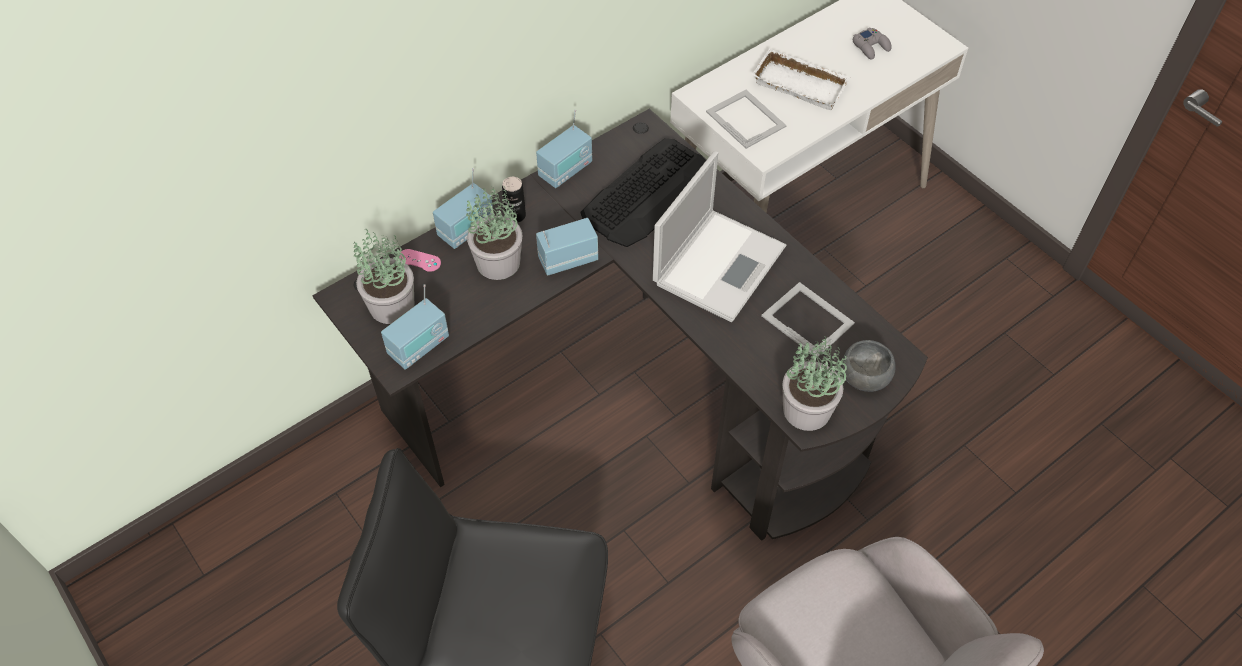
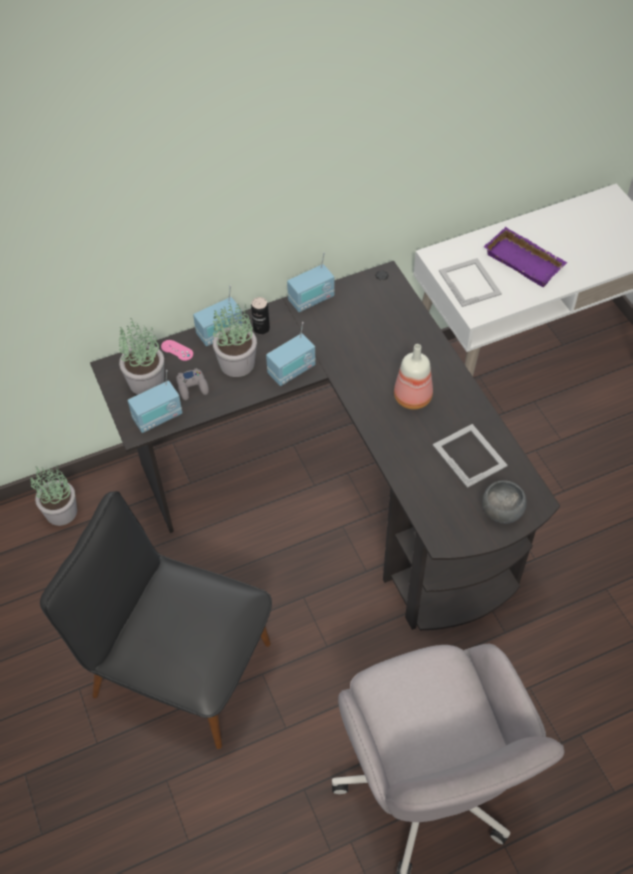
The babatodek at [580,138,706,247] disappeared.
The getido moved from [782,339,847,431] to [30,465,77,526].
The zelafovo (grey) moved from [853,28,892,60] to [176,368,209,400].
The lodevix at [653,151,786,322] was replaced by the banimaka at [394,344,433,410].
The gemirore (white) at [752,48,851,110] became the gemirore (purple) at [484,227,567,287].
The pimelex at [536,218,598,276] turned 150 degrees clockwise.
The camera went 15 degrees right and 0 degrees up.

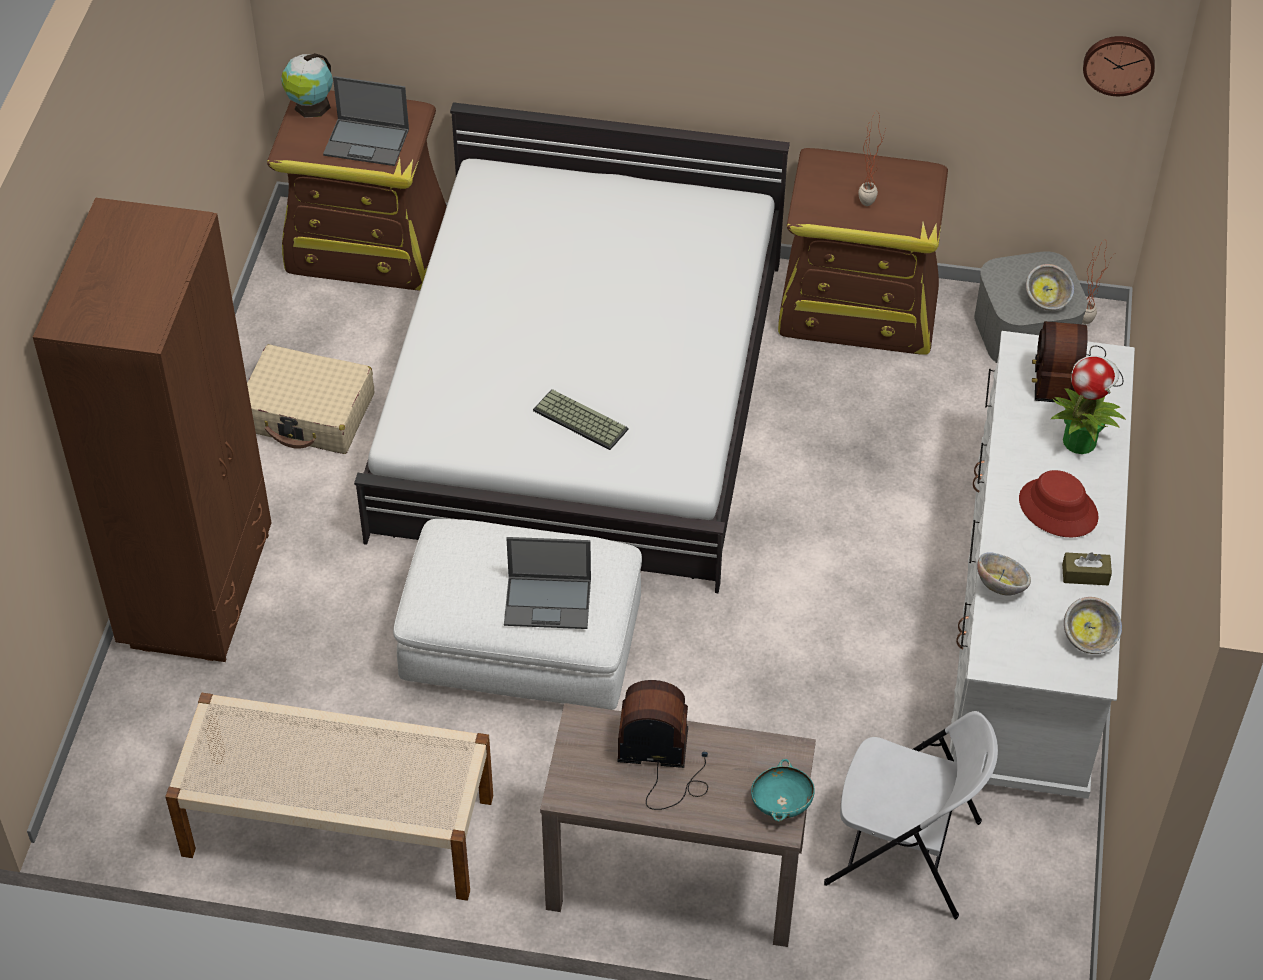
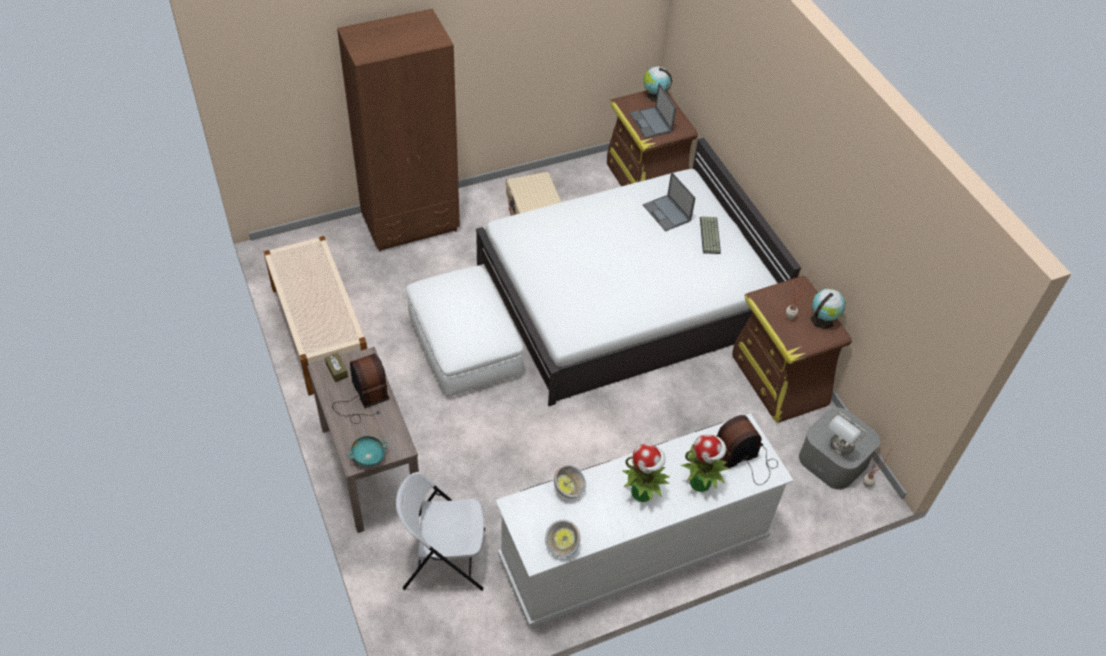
The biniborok at [1083,36,1155,96] disappeared.
The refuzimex at [810,289,845,329] appeared.
The lodevix moved from [504,537,591,629] to [643,172,695,231].
The babatodek moved from [533,389,628,450] to [700,216,721,254].
The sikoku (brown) moved from [1062,552,1112,585] to [325,353,348,382].
The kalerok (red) at [1019,470,1099,538] was replaced by the getido at [622,444,670,502].
The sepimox at [1026,264,1074,311] was replaced by the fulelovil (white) at [828,412,867,454].
The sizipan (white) at [824,711,998,919] turned 105 degrees clockwise.
The camera went 55 degrees right and 0 degrees up.

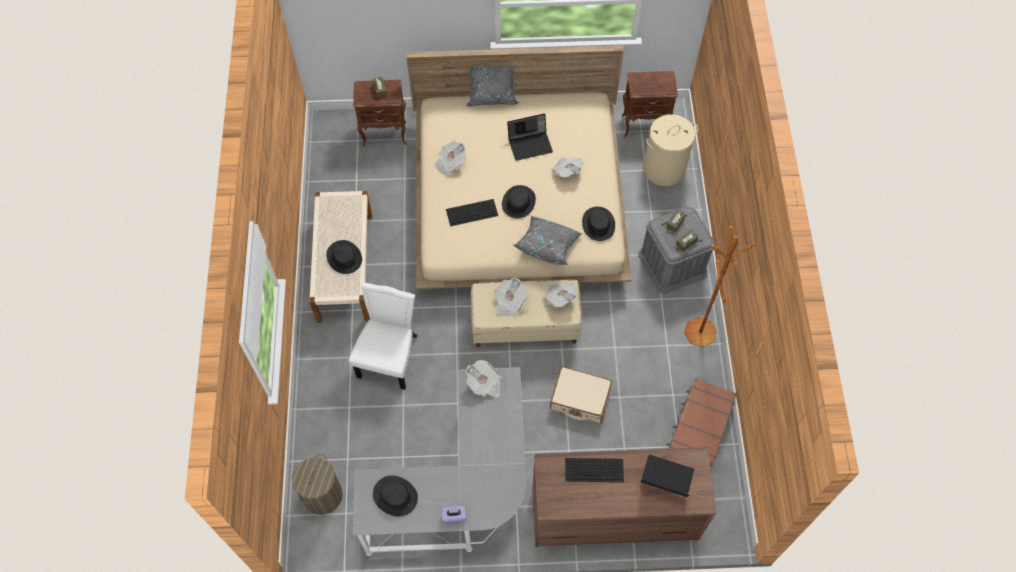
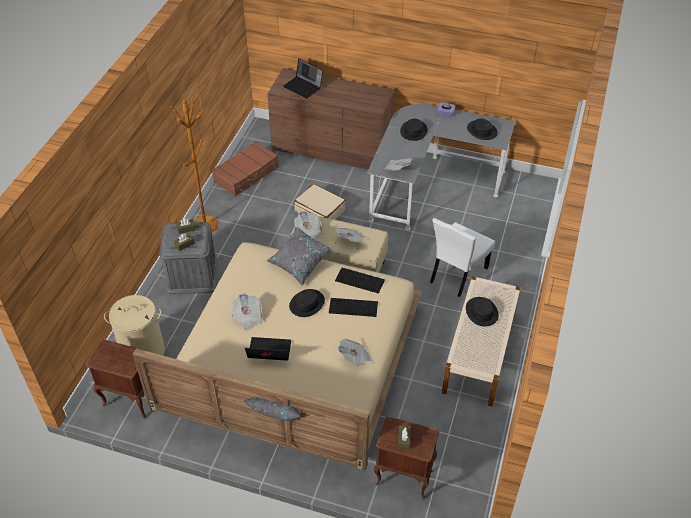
The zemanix at [292,454,343,515] disappeared.
The babatodek moved from [565,458,624,482] to [335,268,385,294].
The kalerok (black) moved from [582,207,615,241] to [400,119,428,141].
The camera went 160 degrees left and 15 degrees down.

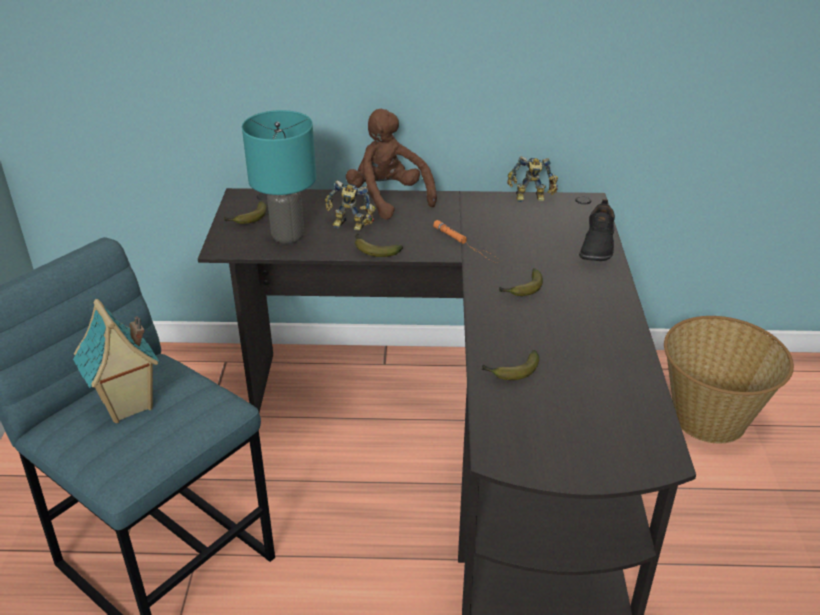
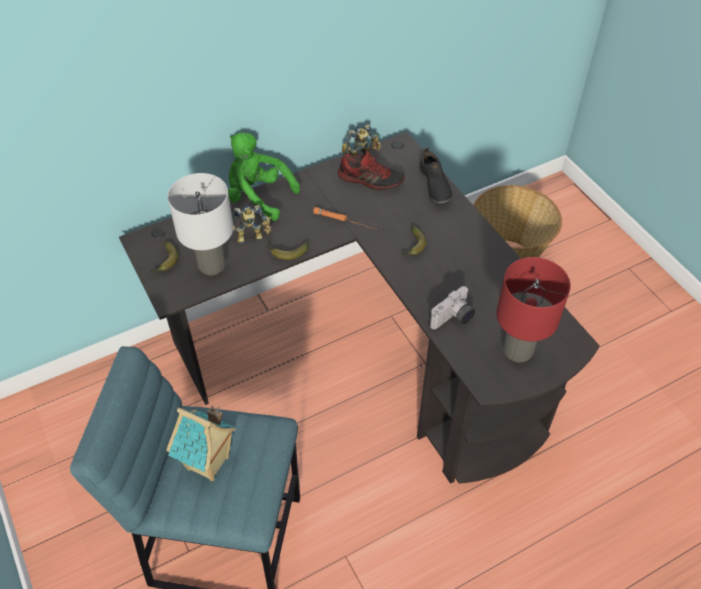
The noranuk at [338,151,405,190] appeared.
The fulelovil (red) at [496,257,571,363] appeared.
The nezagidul at [481,350,539,380] was replaced by the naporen at [428,286,475,329].
The fulelovil (turquoise) at [242,110,316,244] became the fulelovil (white) at [168,173,234,276].
The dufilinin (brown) at [346,109,437,220] became the dufilinin (green) at [228,132,300,221].
The camera went 30 degrees left and 15 degrees up.

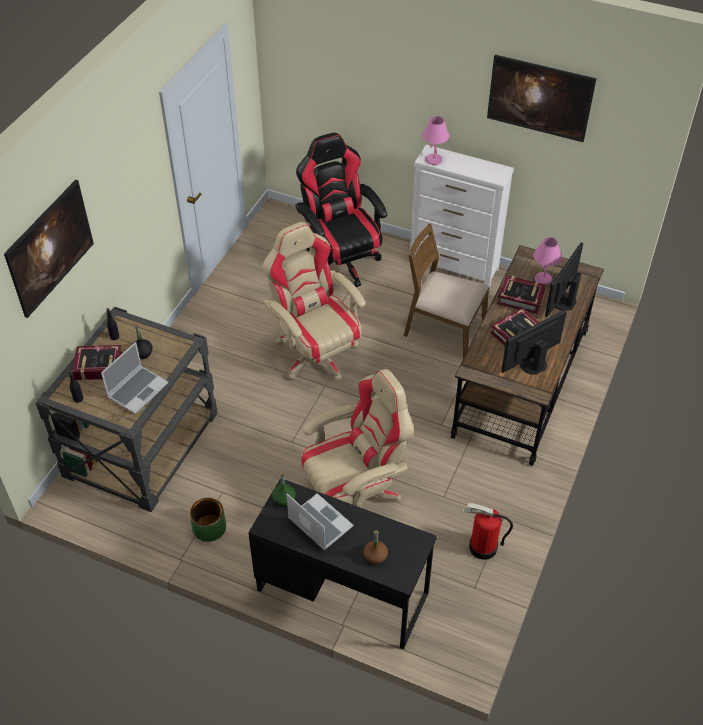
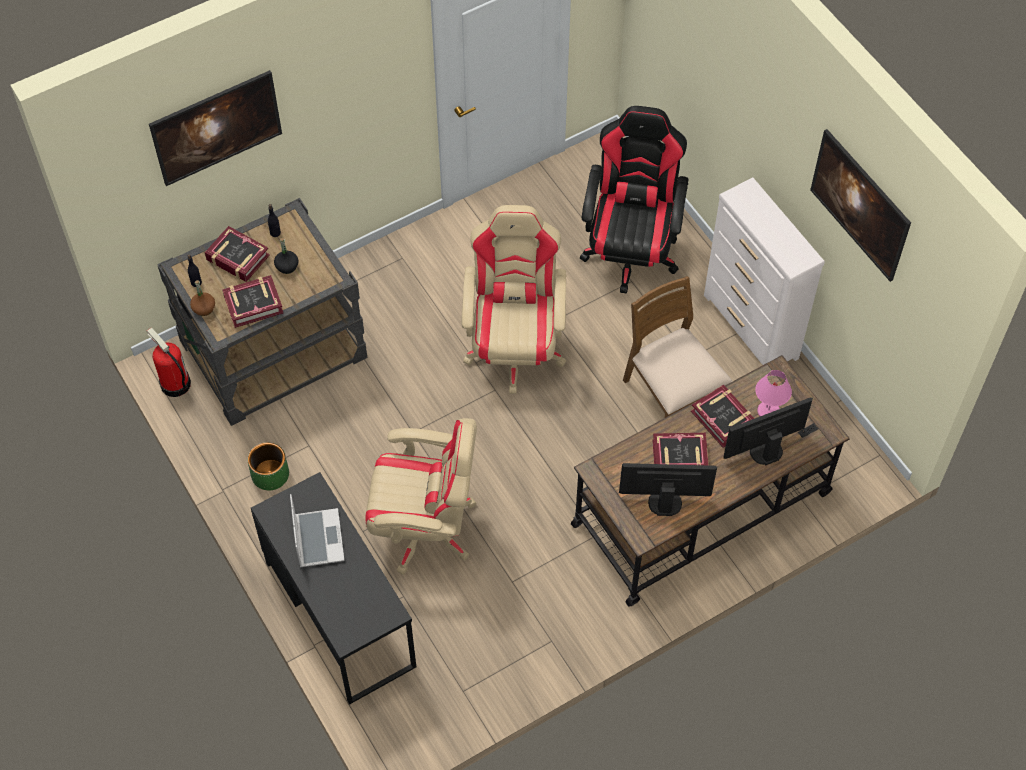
The banimaka (green) at [272,472,296,507] disappeared.
The fulelovil (pink) at [422,116,449,165] disappeared.
The banimaka (brown) moved from [363,530,388,565] to [190,280,215,316].
The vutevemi moved from [463,503,513,560] to [147,328,191,397].
The lodevix at [101,342,168,414] was replaced by the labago at [222,275,283,328].
The camera went 35 degrees right and 10 degrees up.

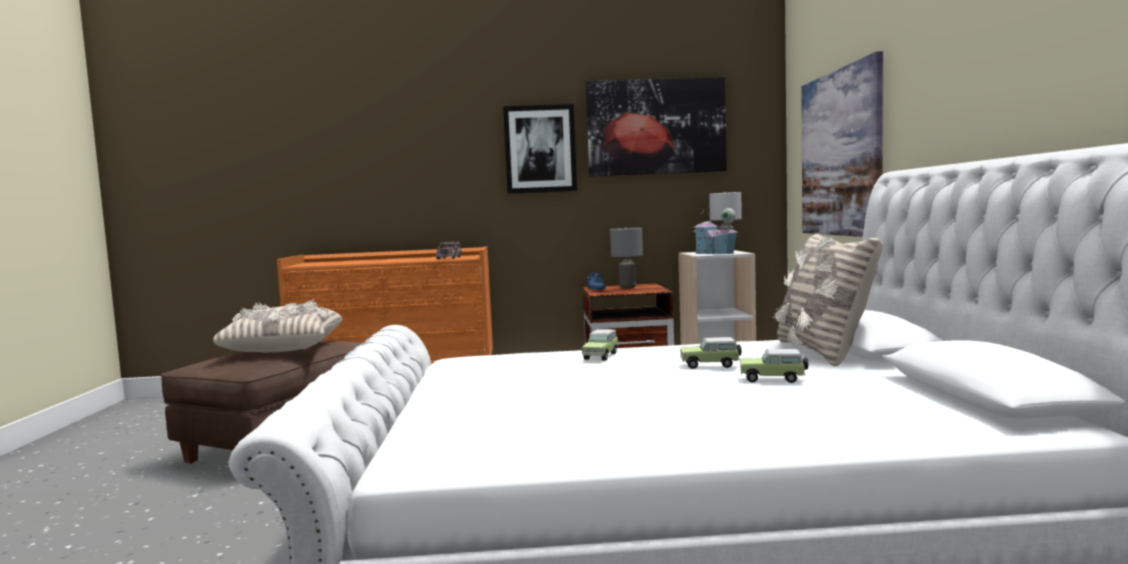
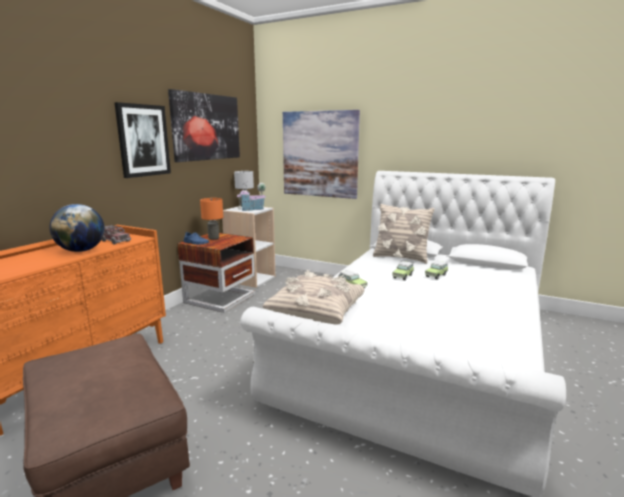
The refuzimex at [50,204,105,252] appeared.
The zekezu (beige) moved from [213,299,342,352] to [263,269,365,325].
The fulelovil (grey) at [610,227,643,289] became the fulelovil (orange) at [200,198,223,240].
The camera went 60 degrees left and 10 degrees up.

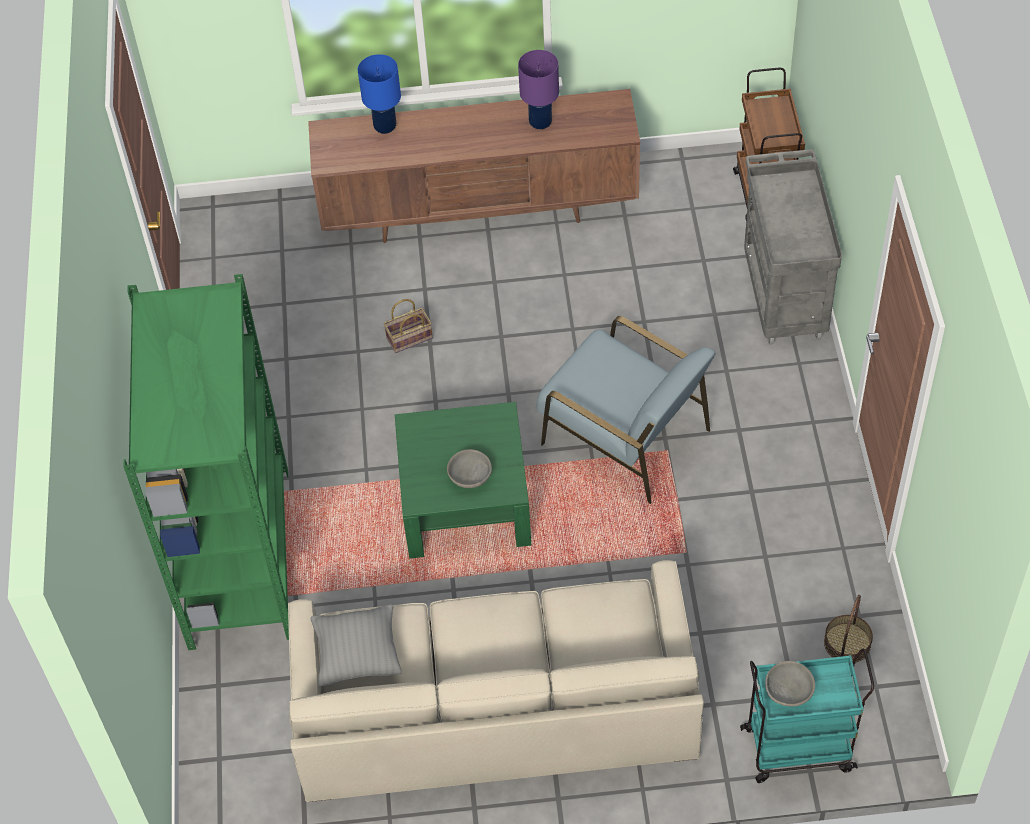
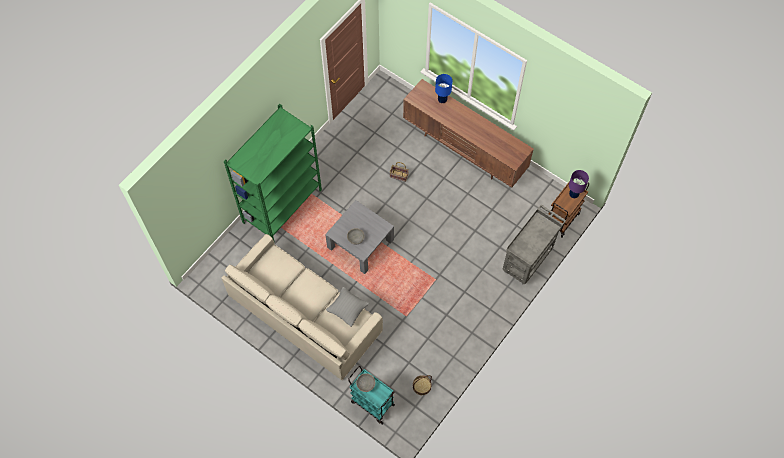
The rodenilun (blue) at [537,316,716,504] disappeared.
The zekezu (grey) moved from [311,604,402,687] to [326,287,369,327].
The fulelovil (purple) moved from [518,50,559,129] to [569,170,589,198].
The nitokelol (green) at [395,402,531,558] became the nitokelol (grey) at [325,200,394,274].
The camera went 40 degrees right and 10 degrees up.

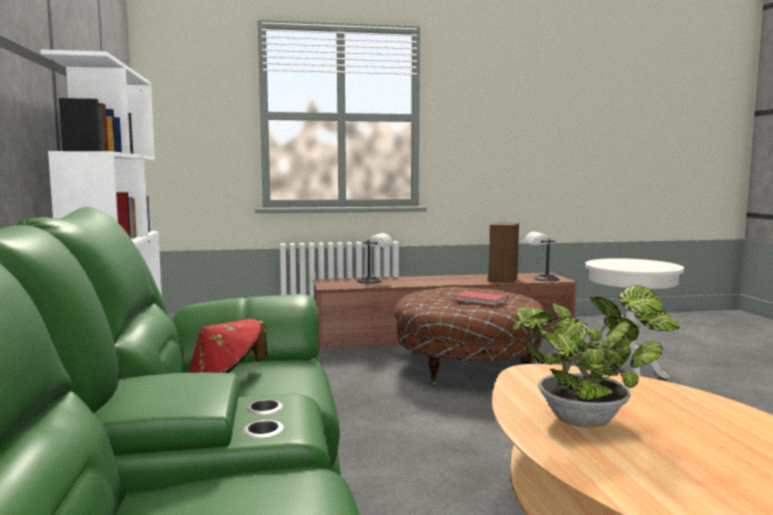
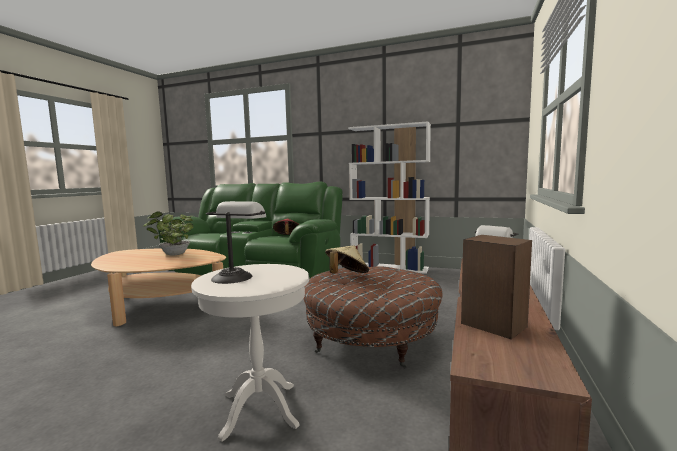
The fulelovil moved from [524,232,560,281] to [206,201,266,284].
The labago (red) at [454,291,508,306] was replaced by the kalerok (beige) at [325,245,369,274].
The camera went 120 degrees right and 0 degrees up.

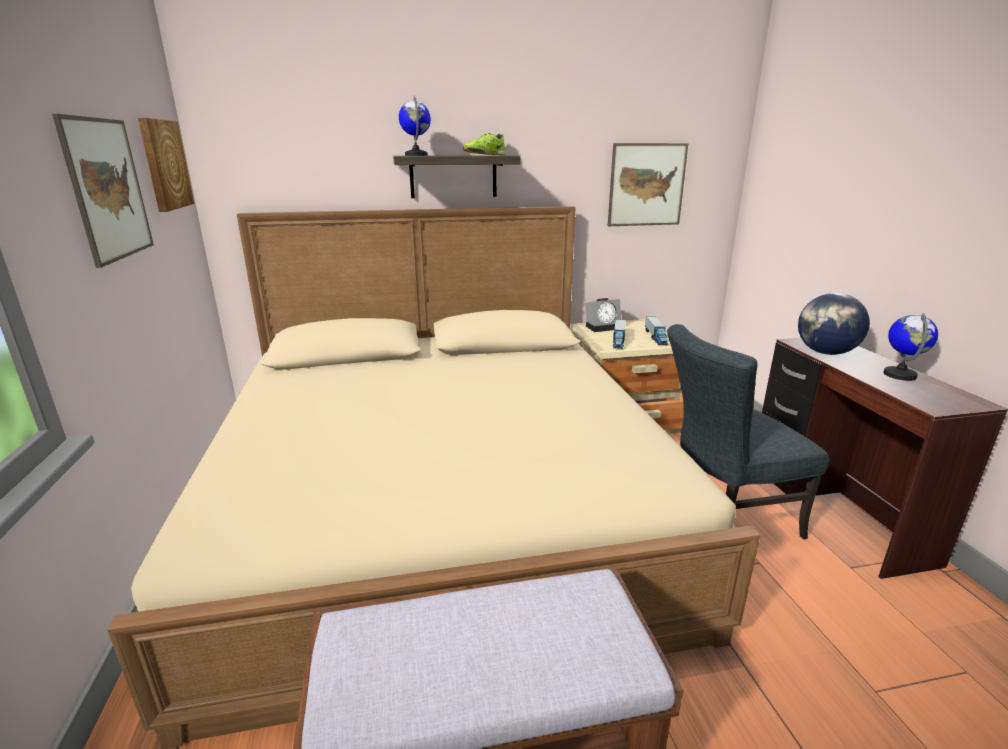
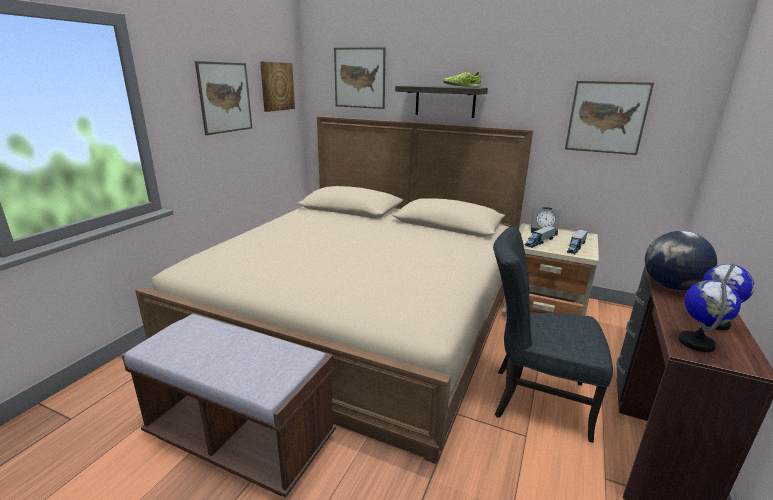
The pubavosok at [334,48,385,109] appeared.
The refuzimex moved from [399,96,431,156] to [679,280,741,352].
The camera went 35 degrees right and 0 degrees up.

